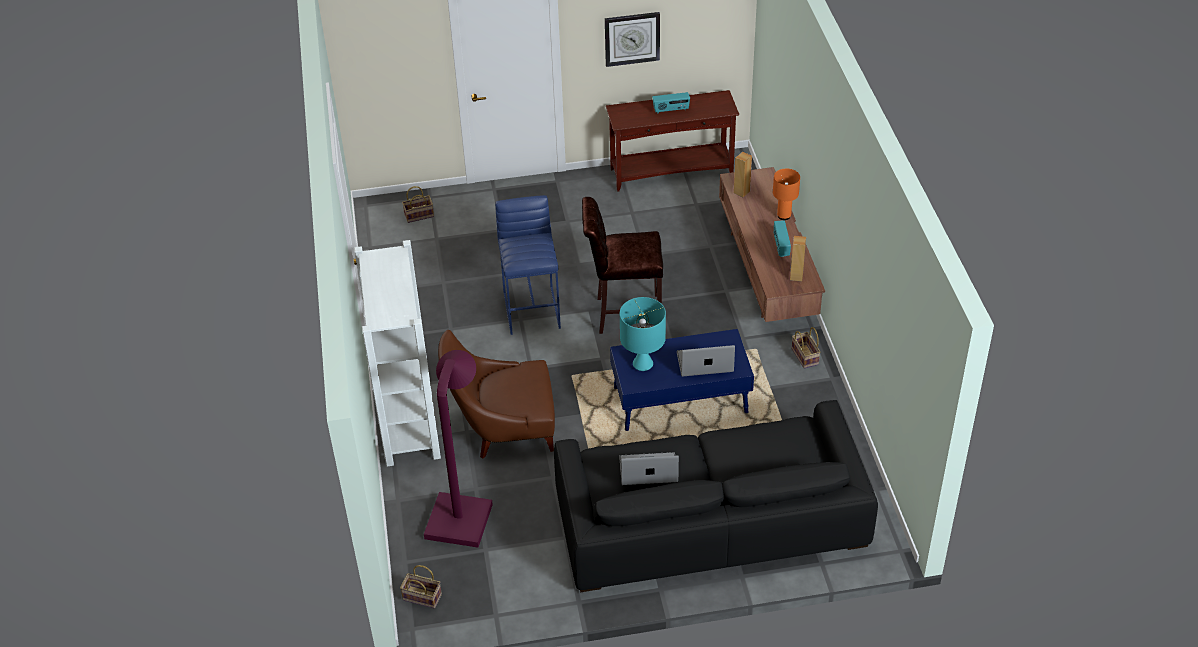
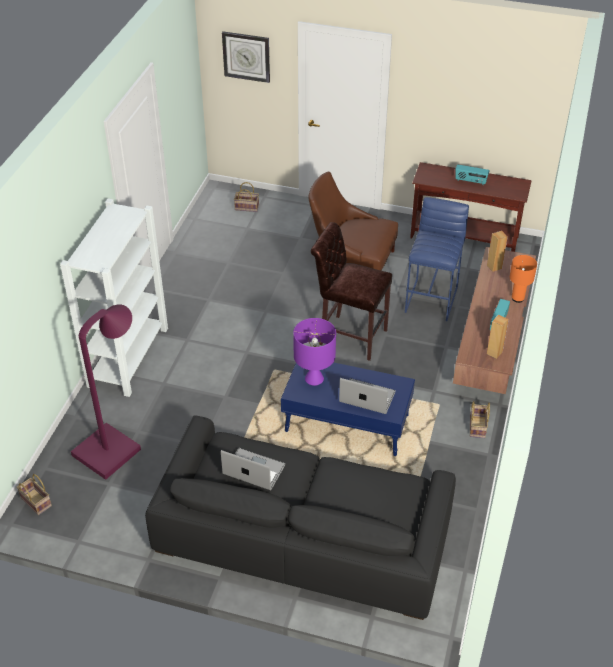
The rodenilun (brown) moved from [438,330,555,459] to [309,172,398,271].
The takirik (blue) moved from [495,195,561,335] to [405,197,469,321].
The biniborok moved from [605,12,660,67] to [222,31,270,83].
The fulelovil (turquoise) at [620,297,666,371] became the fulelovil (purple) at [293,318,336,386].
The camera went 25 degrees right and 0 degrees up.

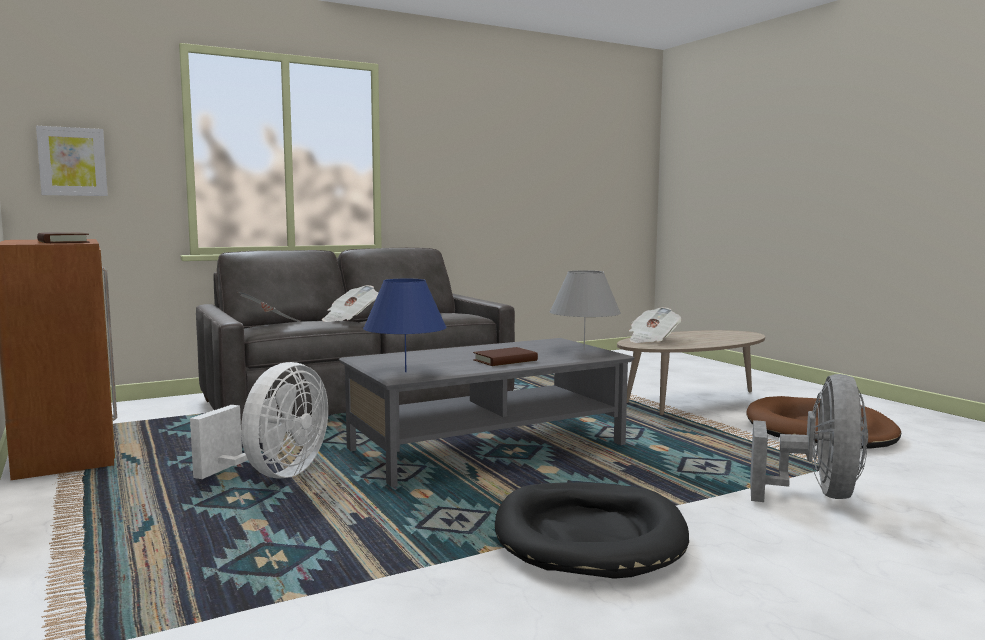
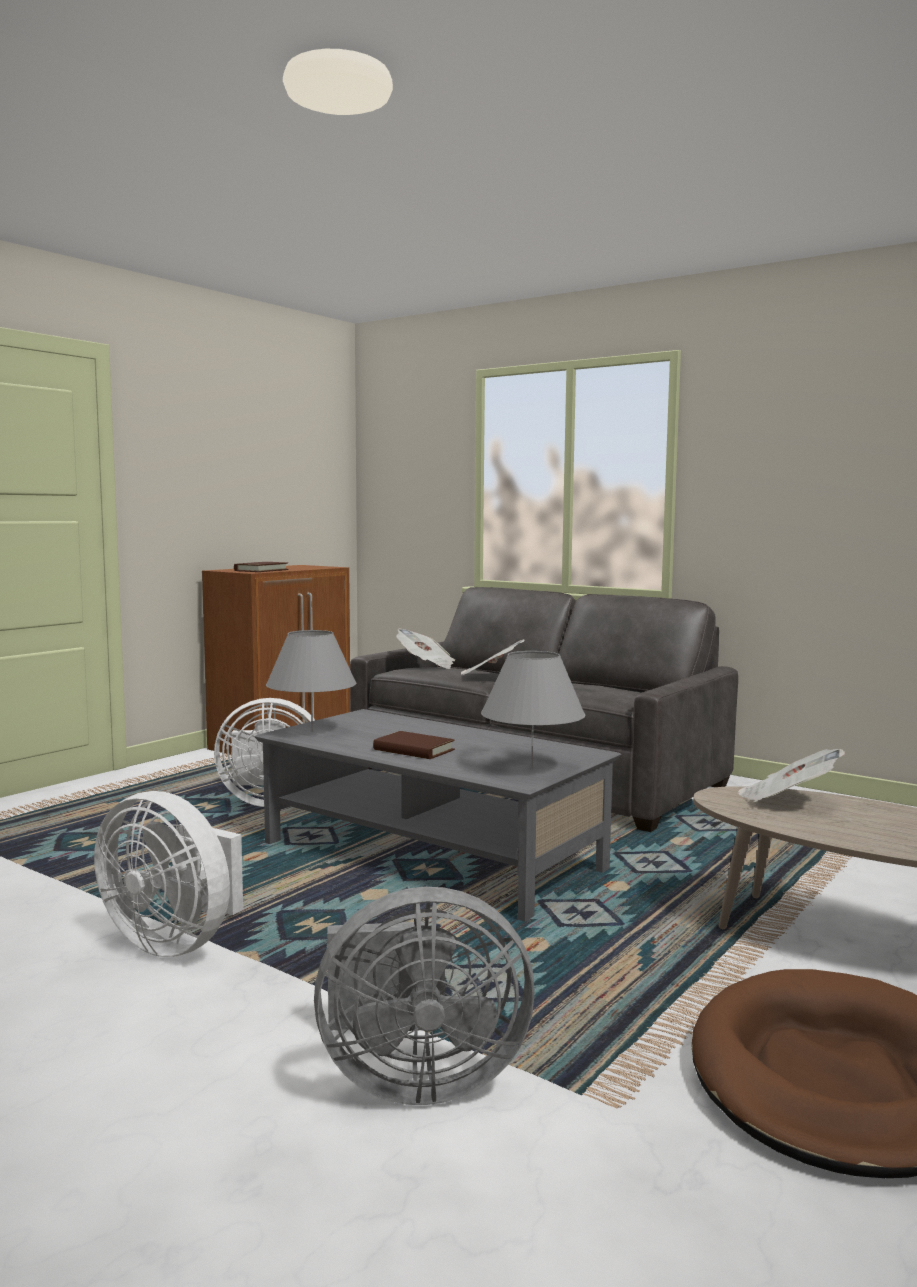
The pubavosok at [36,126,108,196] disappeared.
The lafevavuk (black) at [495,482,689,578] was replaced by the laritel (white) at [94,791,243,957].
The fulelovil (blue) at [363,279,447,372] became the fulelovil (grey) at [266,630,356,732].
The camera went 65 degrees right and 0 degrees up.

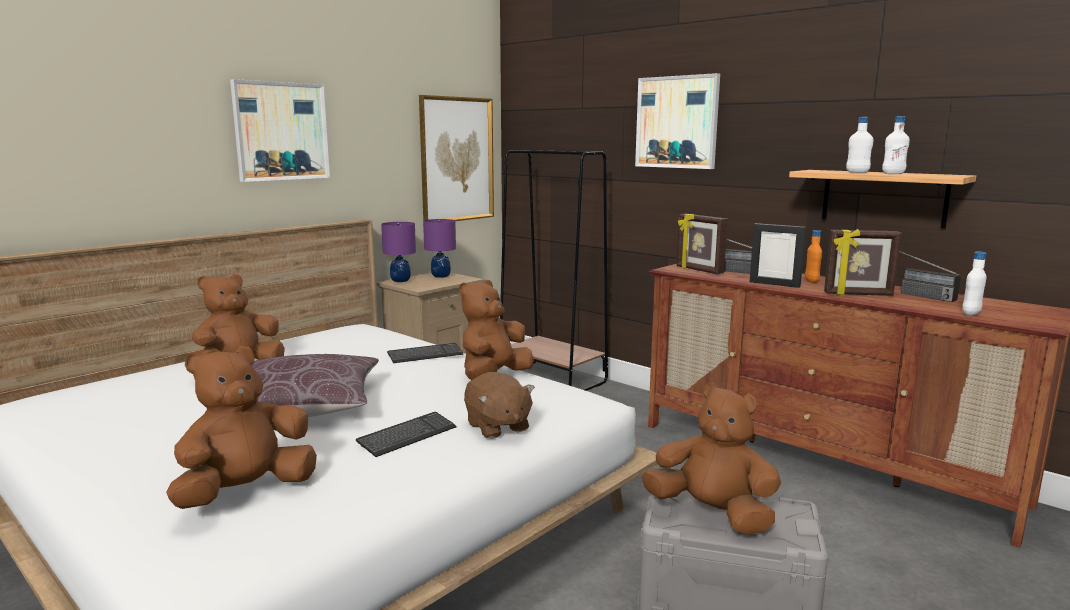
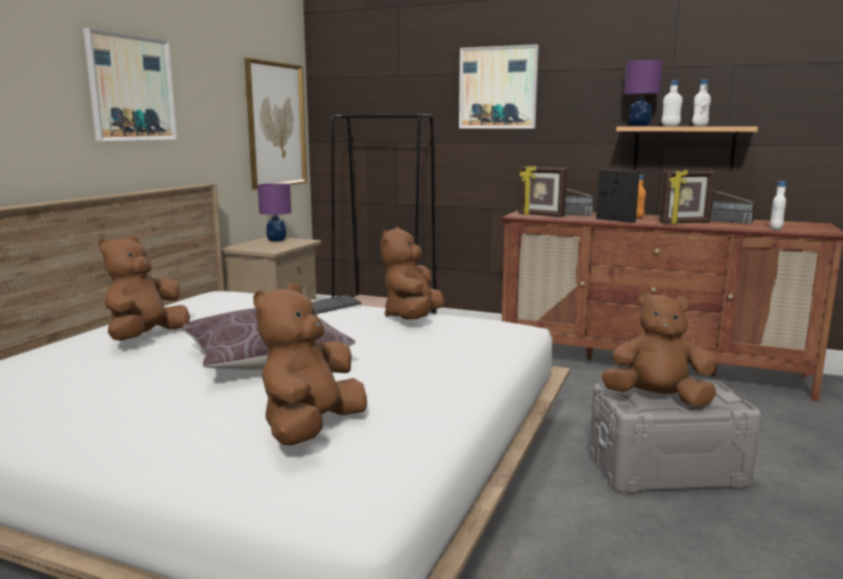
The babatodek at [356,412,457,457] disappeared.
The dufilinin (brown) at [464,372,535,439] disappeared.
The fulelovil (purple) moved from [381,222,416,282] to [624,60,663,126].
The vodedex at [750,223,806,288] turned 150 degrees counterclockwise.
The camera went 20 degrees left and 0 degrees up.

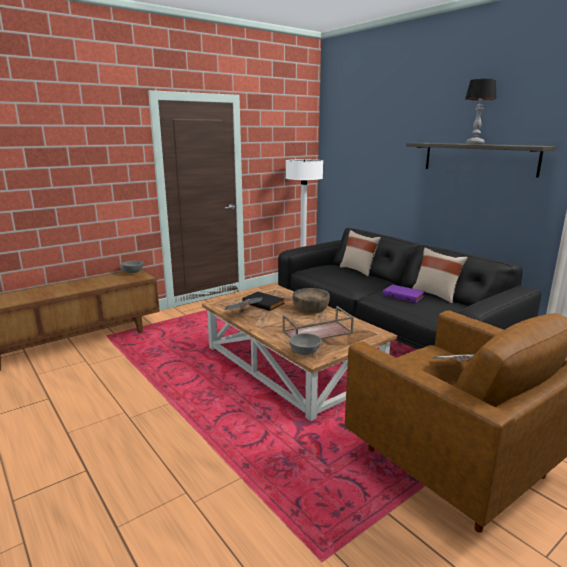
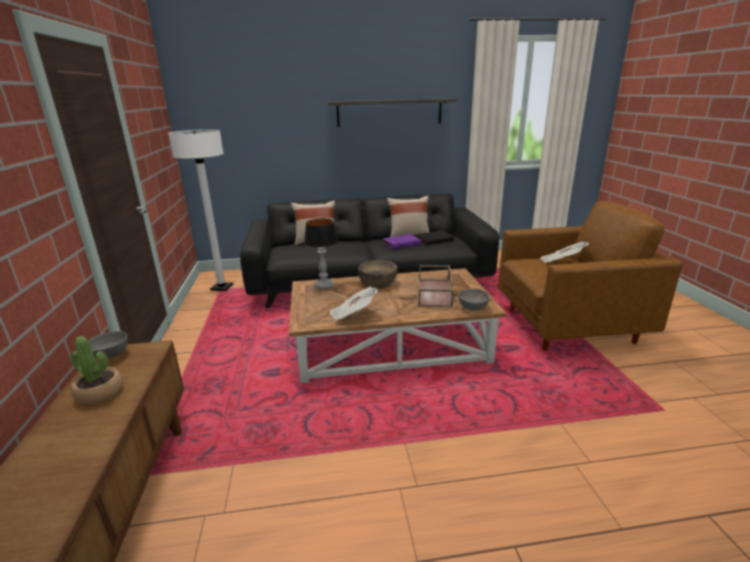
The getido at [71,336,123,405] appeared.
The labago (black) moved from [242,292,285,311] to [416,230,454,245].
The fulelovil moved from [465,79,497,144] to [304,218,338,290].
The camera went 60 degrees left and 5 degrees up.

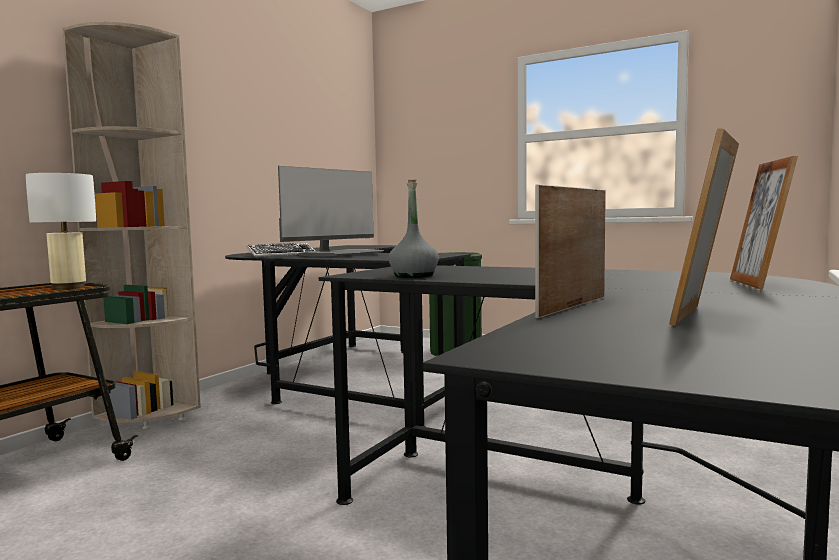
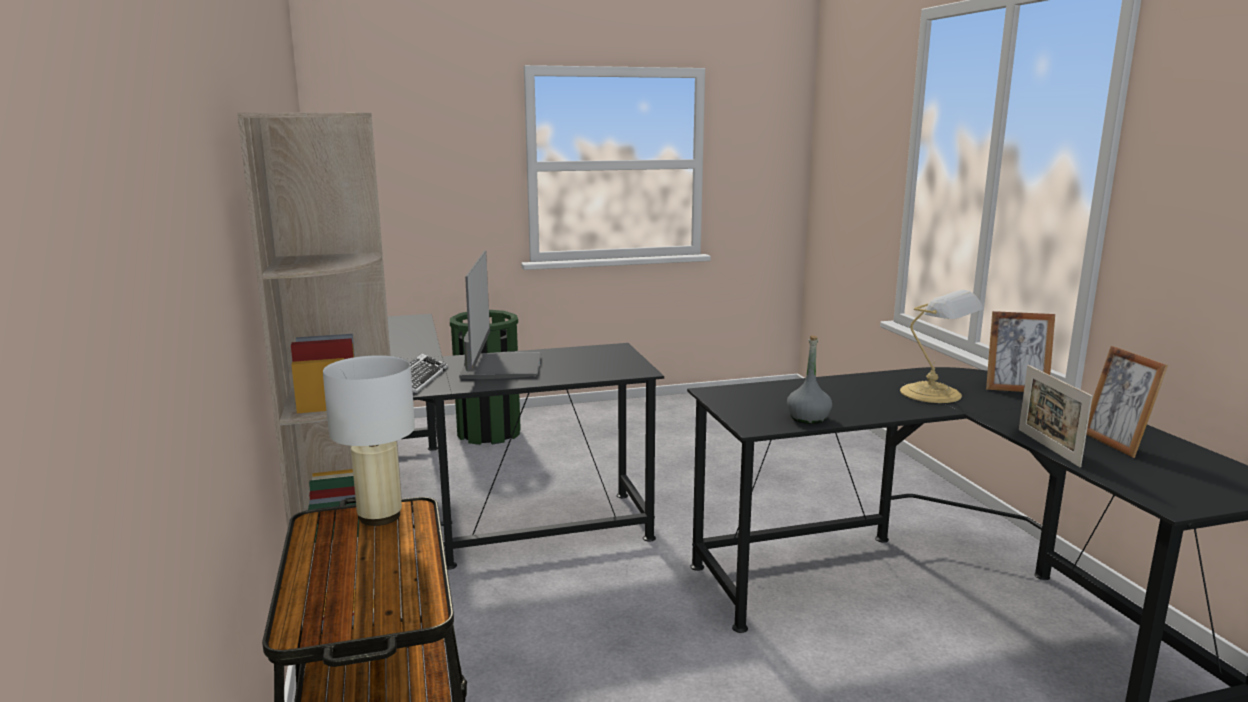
The fulelovil at [900,290,983,403] appeared.
The vodedex at [730,156,798,290] turned 45 degrees counterclockwise.
The camera went 45 degrees left and 10 degrees up.

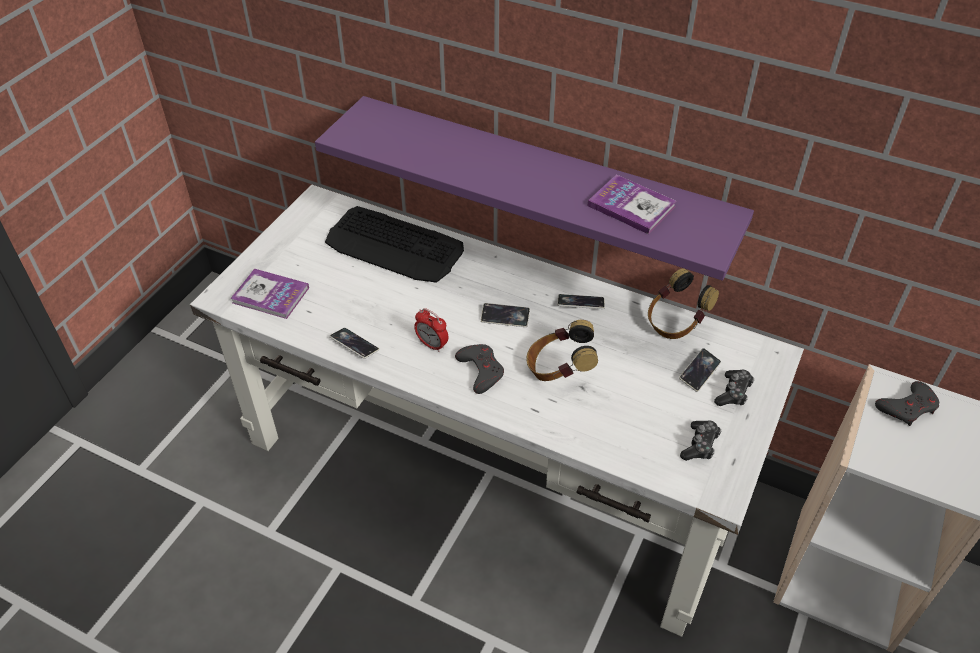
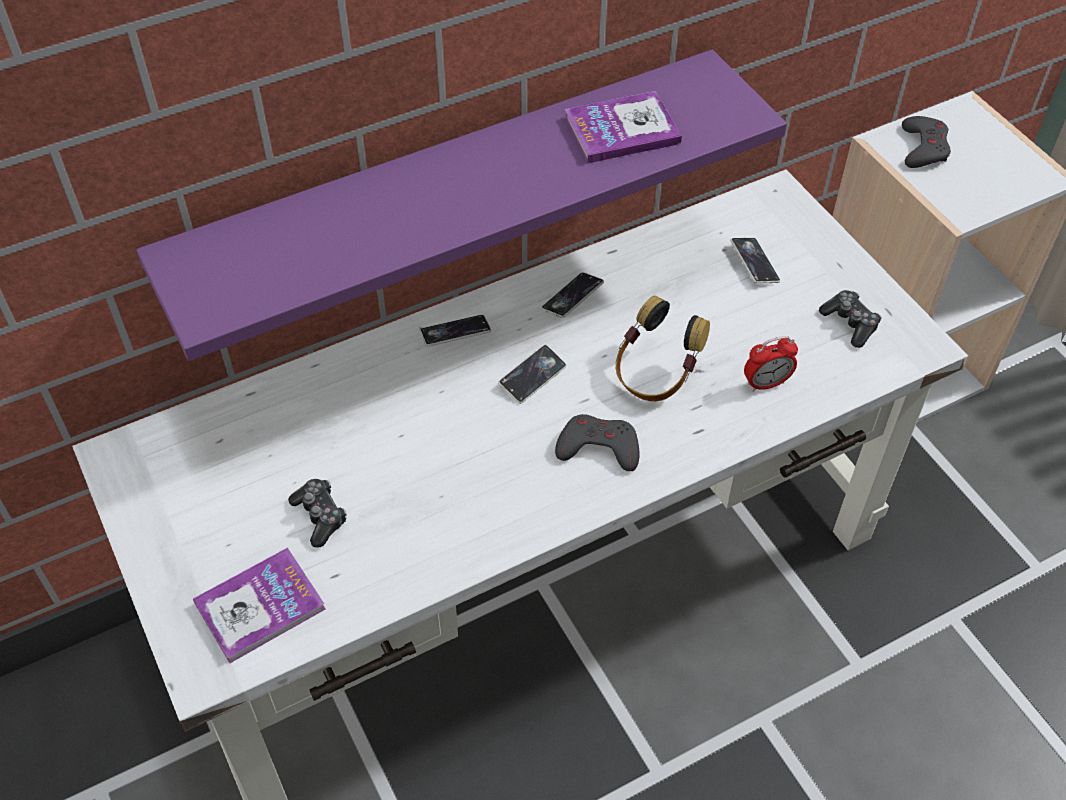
The babatodek at [325,206,464,283] disappeared.
The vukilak at [648,268,719,339] disappeared.
The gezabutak moved from [330,328,379,359] to [420,315,491,346].
The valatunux moved from [414,308,448,352] to [744,336,798,392].
The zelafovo moved from [714,370,754,406] to [288,479,347,548].
The camera went 55 degrees left and 5 degrees up.

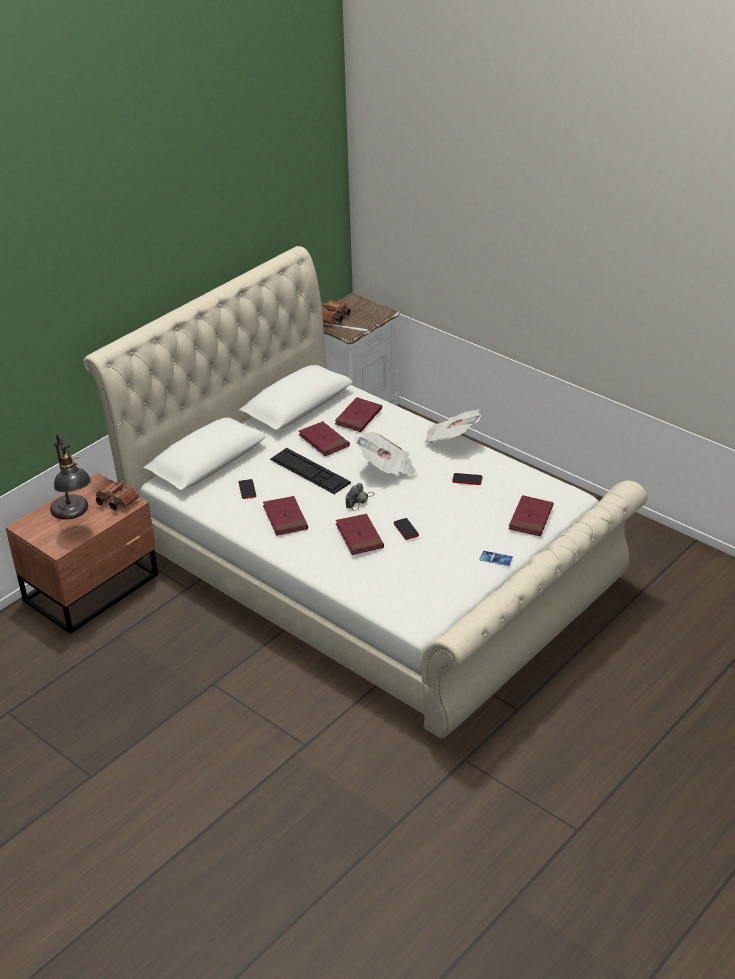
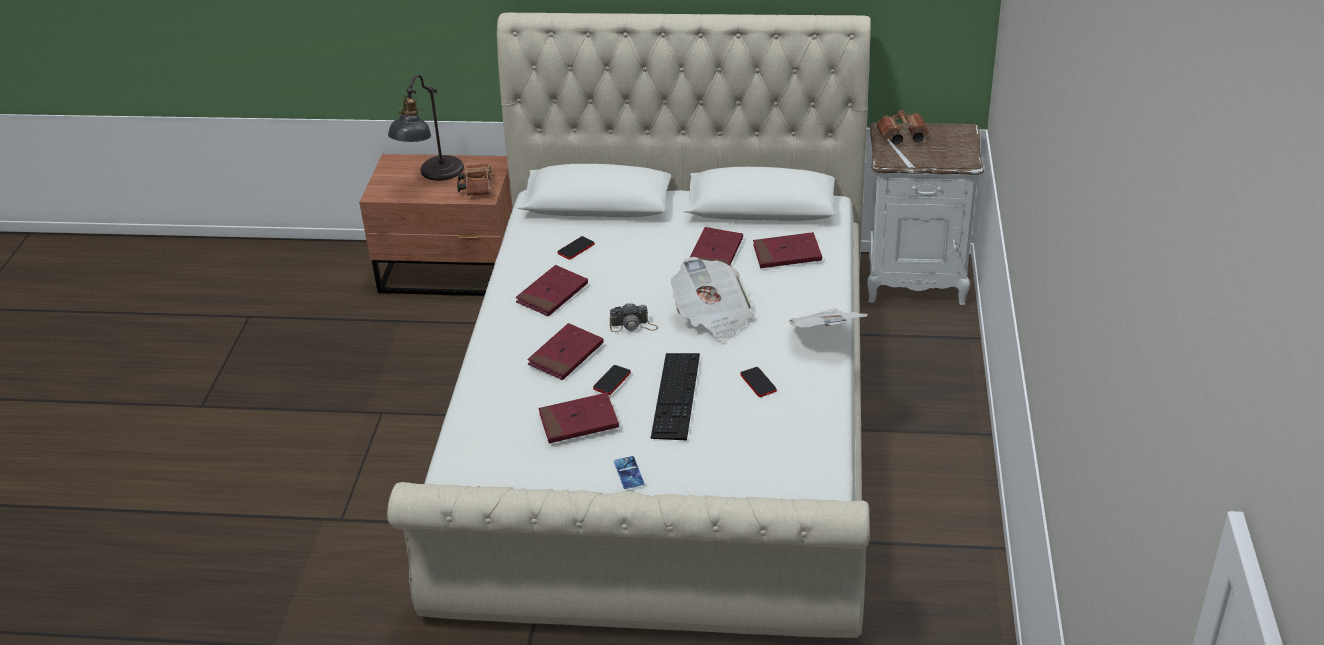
The babatodek moved from [270,448,351,494] to [651,353,700,440].
The labago (red) moved from [509,495,553,536] to [539,393,619,443].
The camera went 55 degrees right and 0 degrees up.

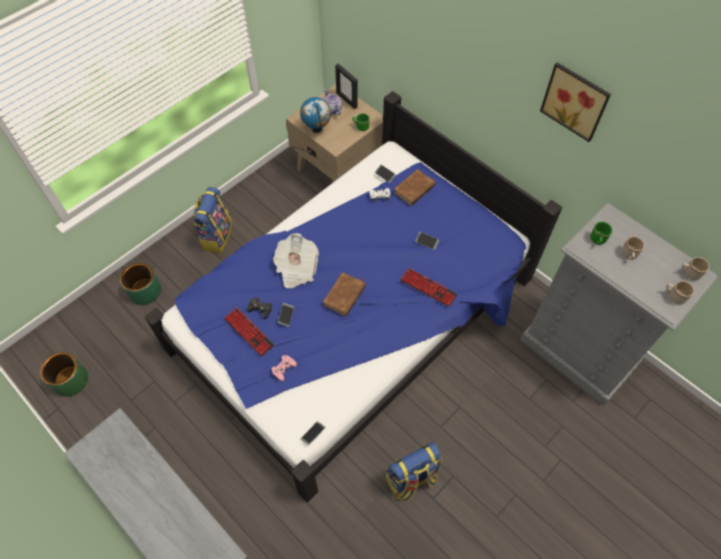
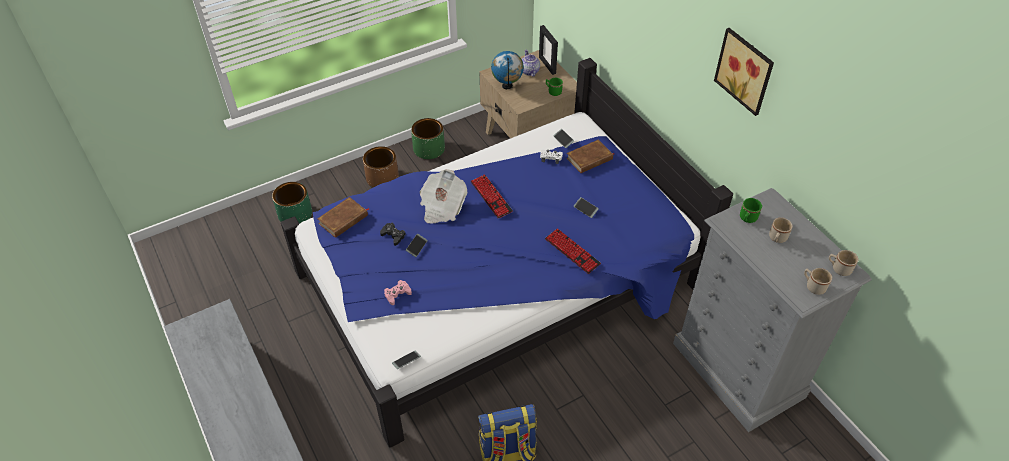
The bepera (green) moved from [40,352,88,397] to [411,118,445,159].
The babatodek moved from [224,308,274,357] to [471,174,513,219].
The labago (brown) moved from [323,272,366,317] to [317,197,369,238].
The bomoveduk at [193,187,232,253] was replaced by the bepera (brown) at [363,146,399,188].
The camera went 15 degrees right and 10 degrees down.

